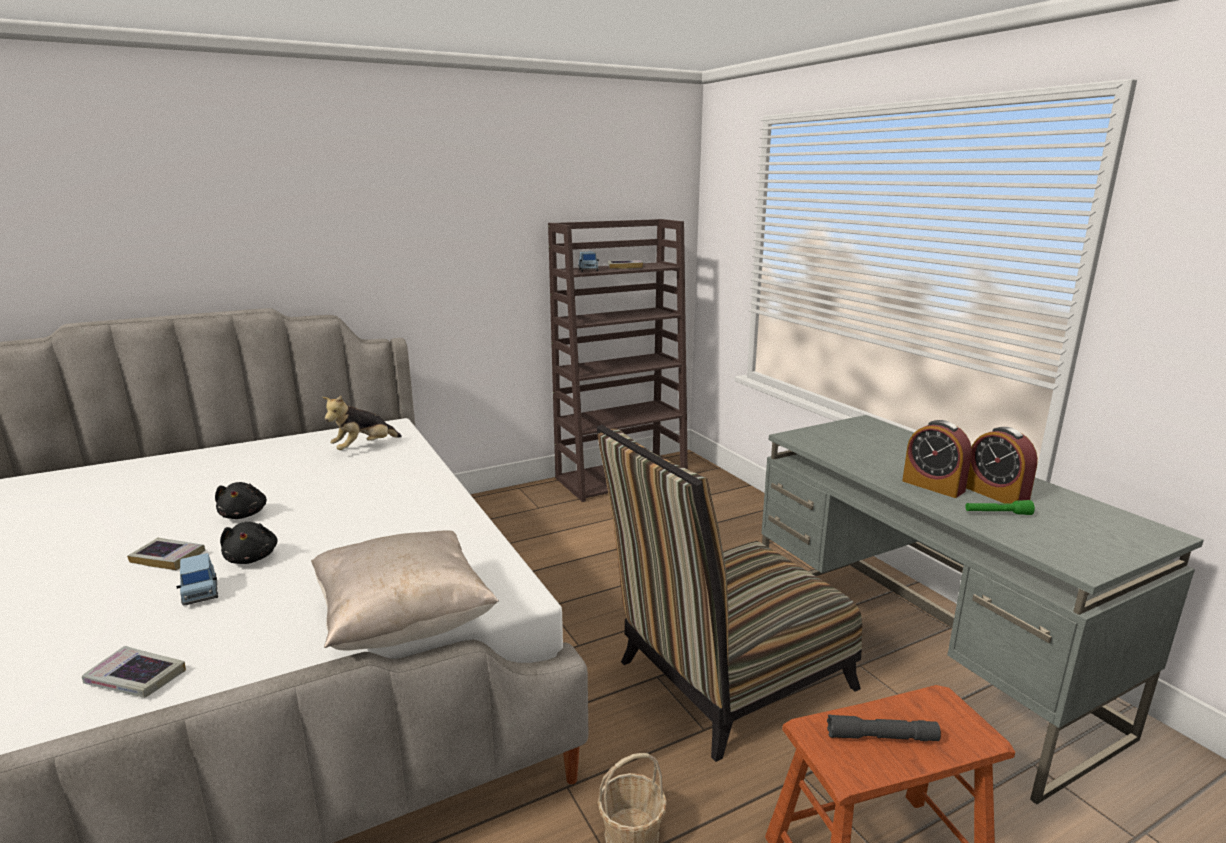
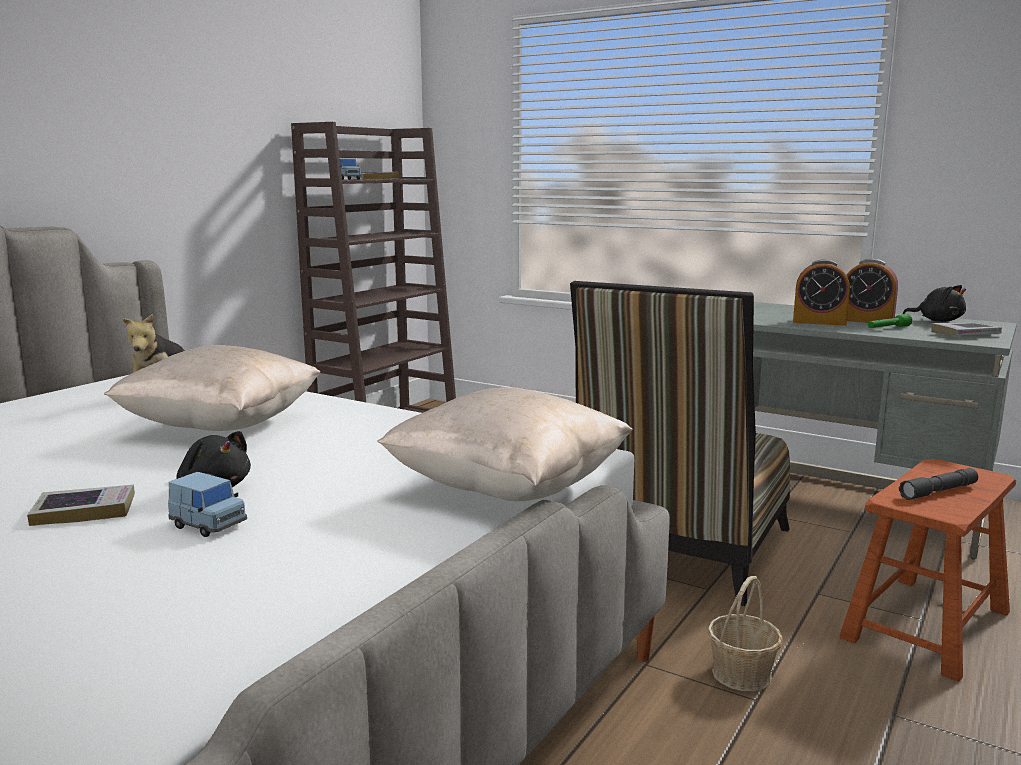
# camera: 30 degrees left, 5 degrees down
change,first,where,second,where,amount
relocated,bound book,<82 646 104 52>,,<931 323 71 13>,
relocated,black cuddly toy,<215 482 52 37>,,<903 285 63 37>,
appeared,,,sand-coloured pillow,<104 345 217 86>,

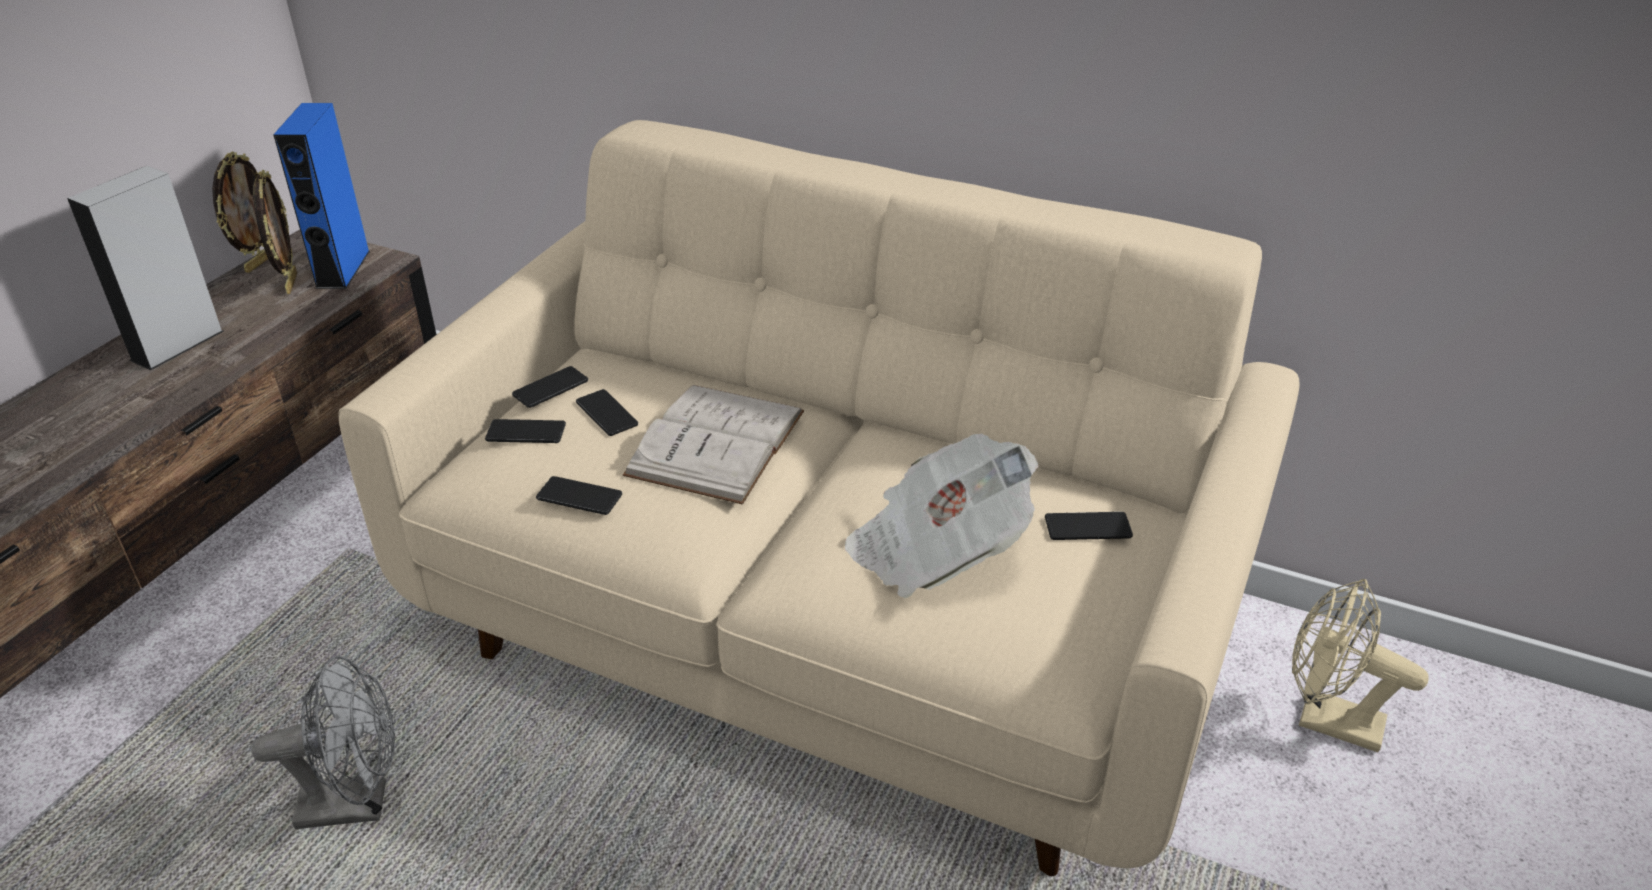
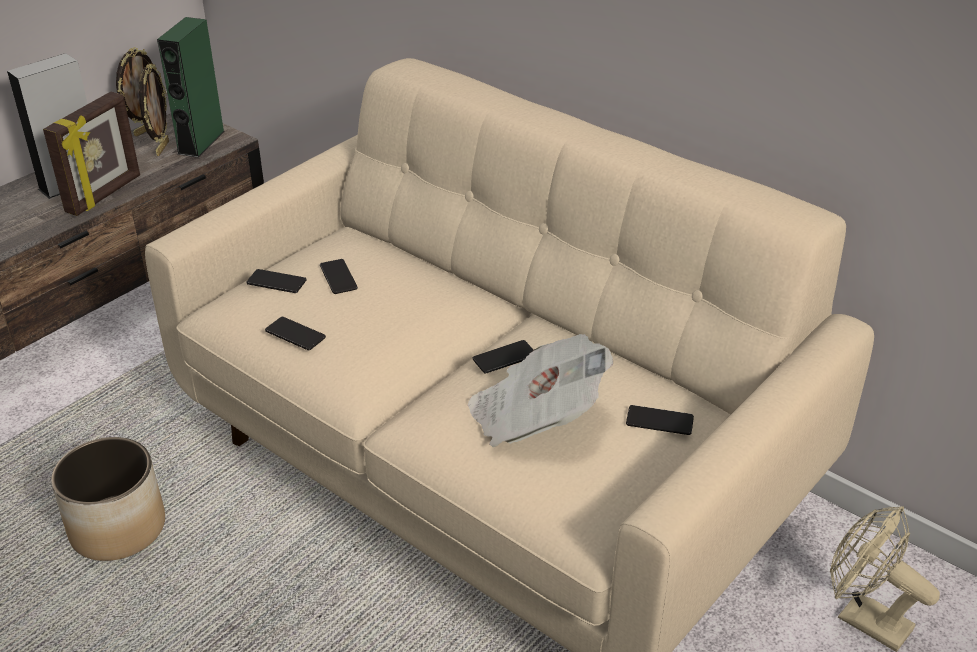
# camera: 15 degrees right, 0 degrees up
change,first,where,second,where,amount
exchanged,gray fan,<251 656 144 173>,flower pot,<51 437 114 124>,
colour,blue speaker,<273 103 97 186>,green speaker,<157 17 67 140>,
relocated,handset,<512 366 76 42>,,<472 340 61 34>,
missing,whitish bound book,<623 385 181 120>,,,
appeared,,,picture frame,<43 92 97 124>,

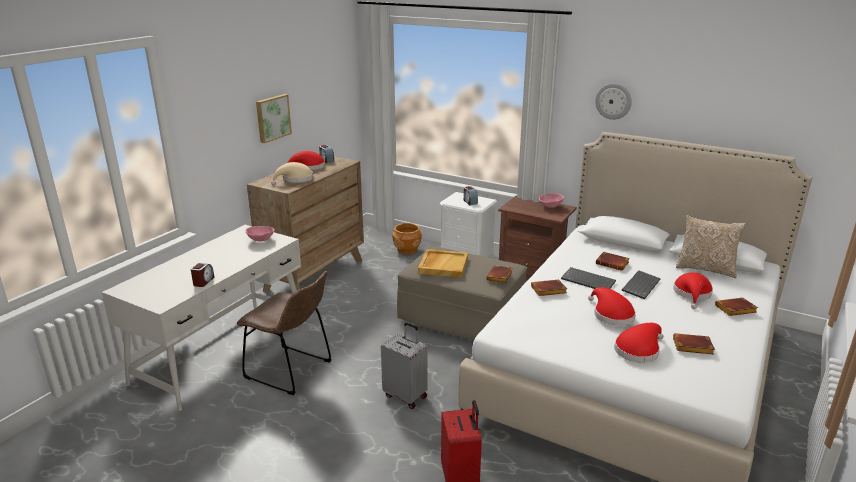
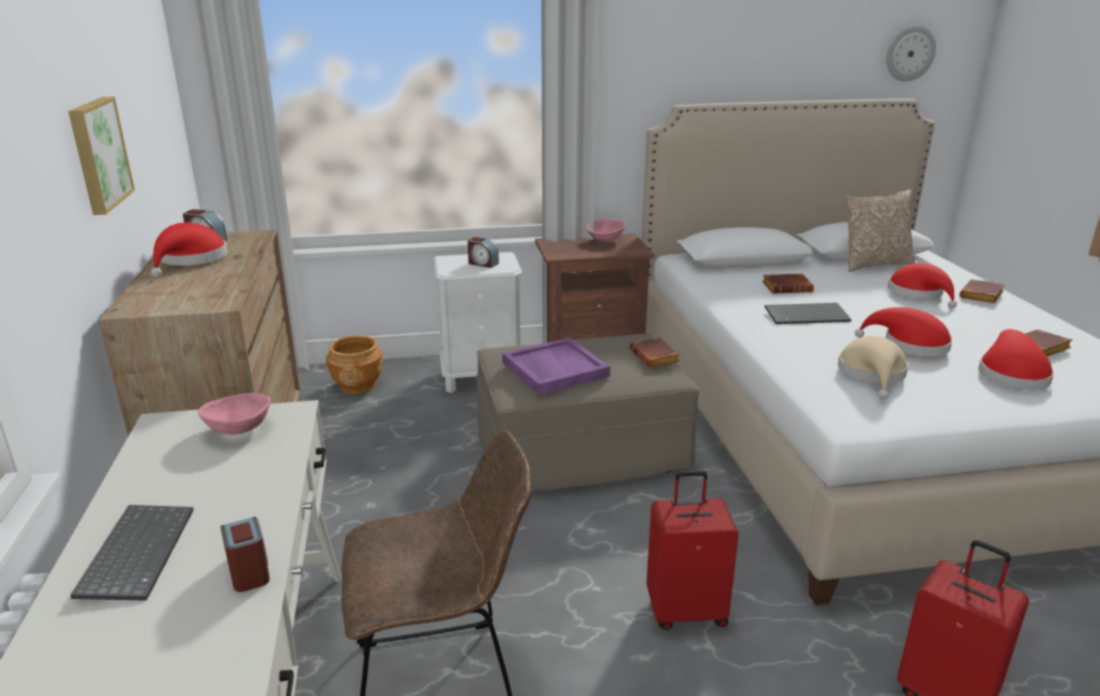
# camera: 40 degrees left, 0 degrees up
change,first,where,second,where,amount
relocated,sand-coloured clothing hat,<271 162 42 23>,,<838 336 70 64>,
colour,gray piece of luggage,<381 322 47 87>,red piece of luggage,<646 470 93 160>,
colour,sand-coloured serving tray,<418 249 50 29>,purple serving tray,<502 338 108 57>,
missing,brown bound book,<531 280 36 16>,,,
relocated,wall clock,<595 83 37 37>,,<886 26 50 56>,
relocated,PC keyboard,<622 270 39 29>,,<70 505 123 96>,

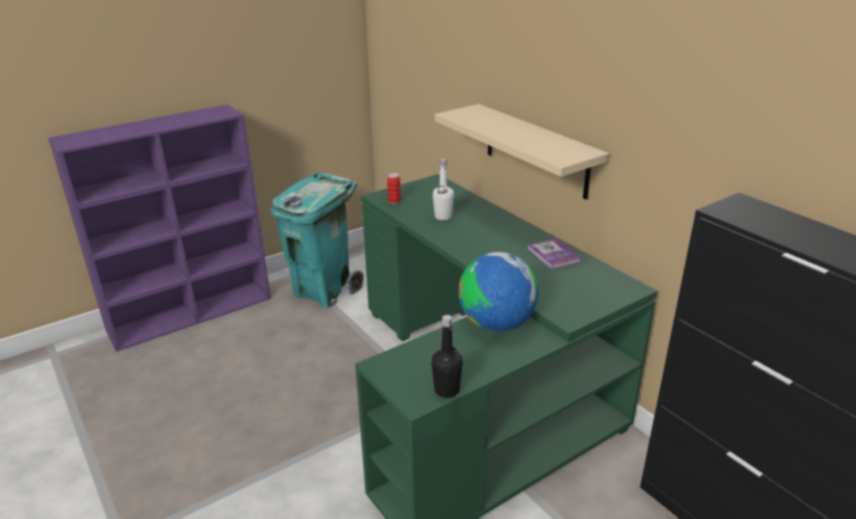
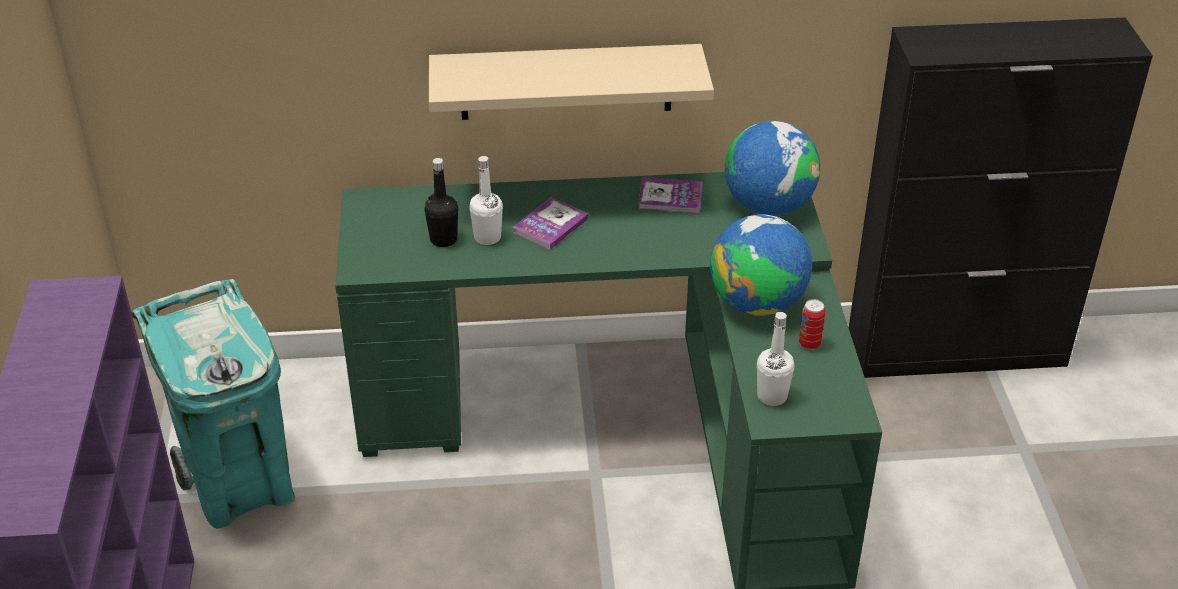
# camera: 60 degrees left, 10 degrees up
change,first,where,second,where,amount
relocated,can,<387 173 14 31>,,<799 299 26 51>,
relocated,black bottle,<431 315 32 83>,,<425 158 33 89>,
appeared,,,bound book,<513 197 75 53>,
appeared,,,desk globe,<725 121 95 95>,
appeared,,,whitish bottle,<757 312 37 94>,

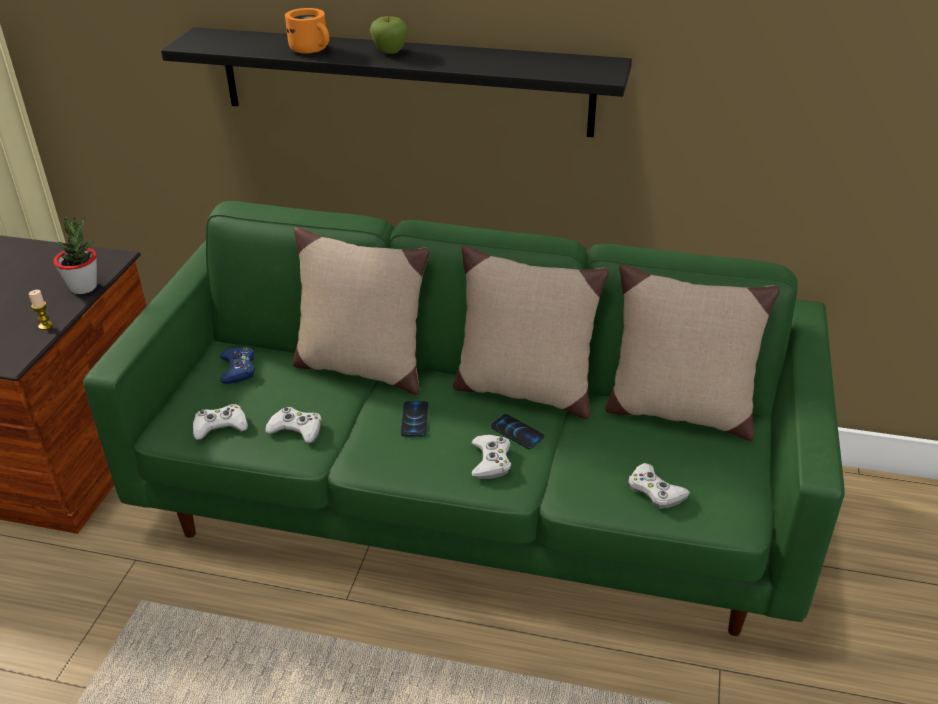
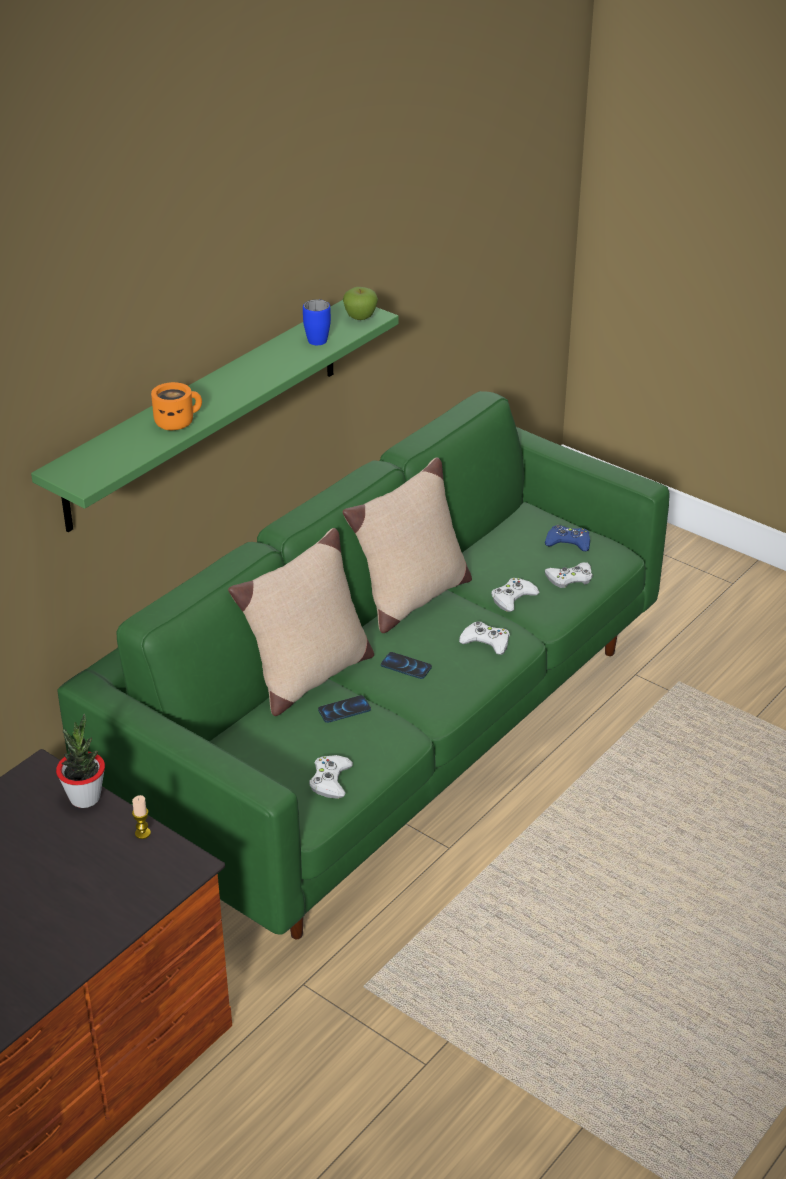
# camera: 65 degrees left, 0 degrees up
change,first,where,second,where,amount
colour,black shelf,<161 27 471 110>,green shelf,<31 300 368 232>,
relocated,blue gamepad,<220 347 35 37>,,<545 525 45 26>,
relocated,whitish gamepad,<265 407 57 36>,,<491 578 49 34>,
relocated,whole apple,<370 16 38 38>,,<343 287 35 33>,
relocated,handset,<491 414 54 35>,,<318 695 53 28>,
missing,sand-coloured pillow,<606 264 173 177>,,,
appeared,,,blue coffee mug,<303 299 28 46>,

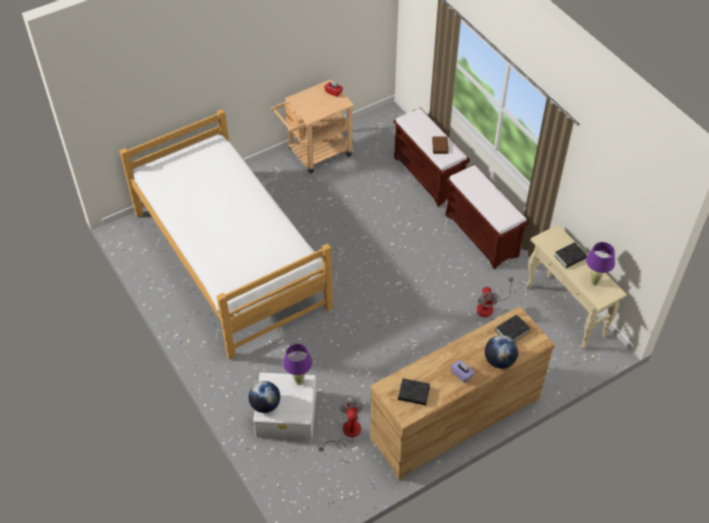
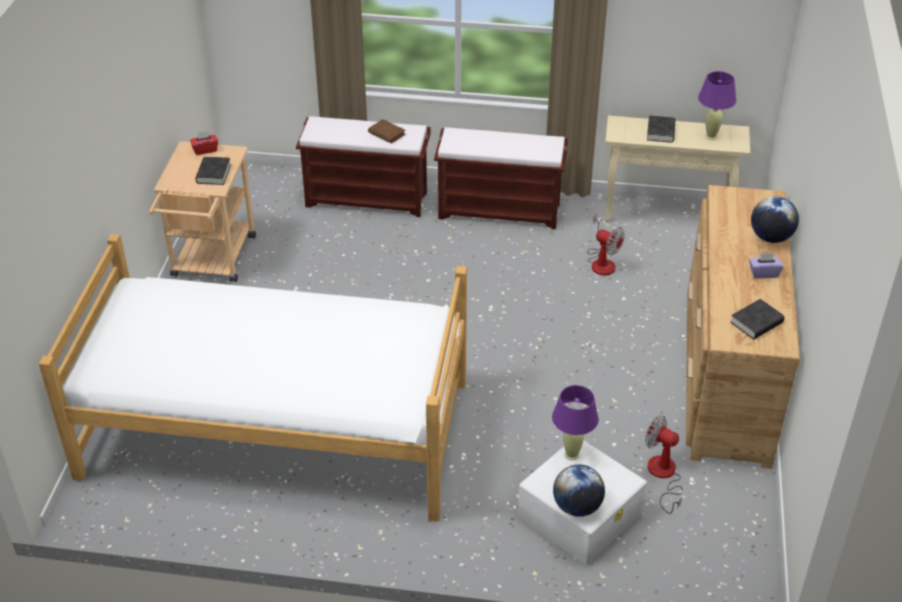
# camera: 50 degrees left, 10 degrees down
change,first,where,second,where,amount
relocated,black bound book,<495 315 35 26>,,<195 157 36 28>,

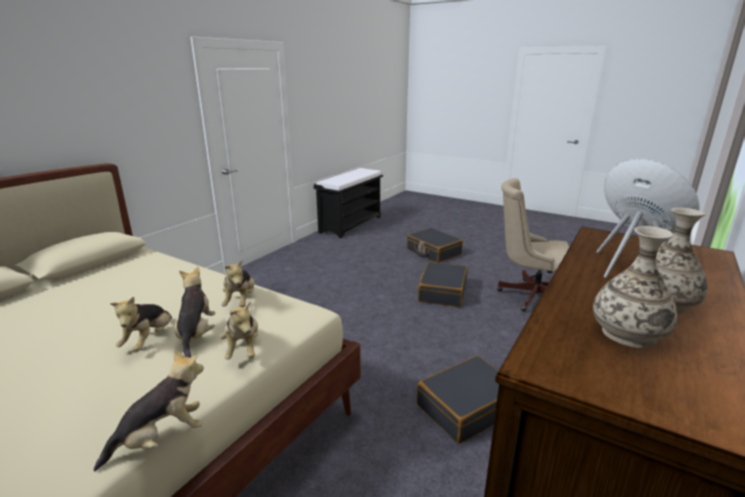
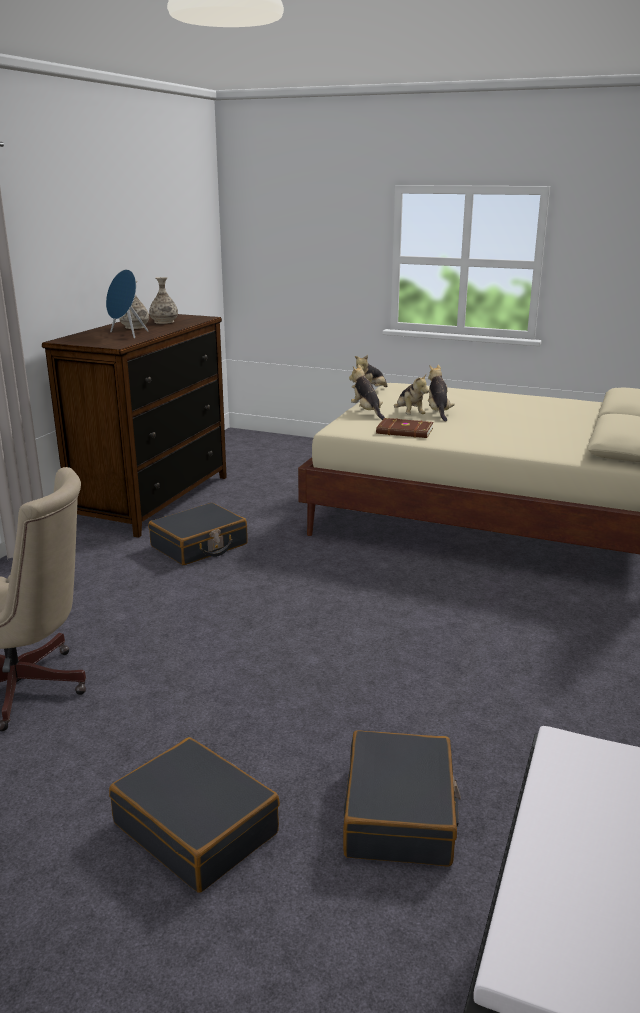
# camera: 170 degrees right, 0 degrees up
change,first,where,second,where,amount
exchanged,cuddly toy,<221 260 34 47>,brown bound book,<376 418 58 20>,
relocated,black piece of luggage,<418 262 49 45>,,<343 730 118 137>,

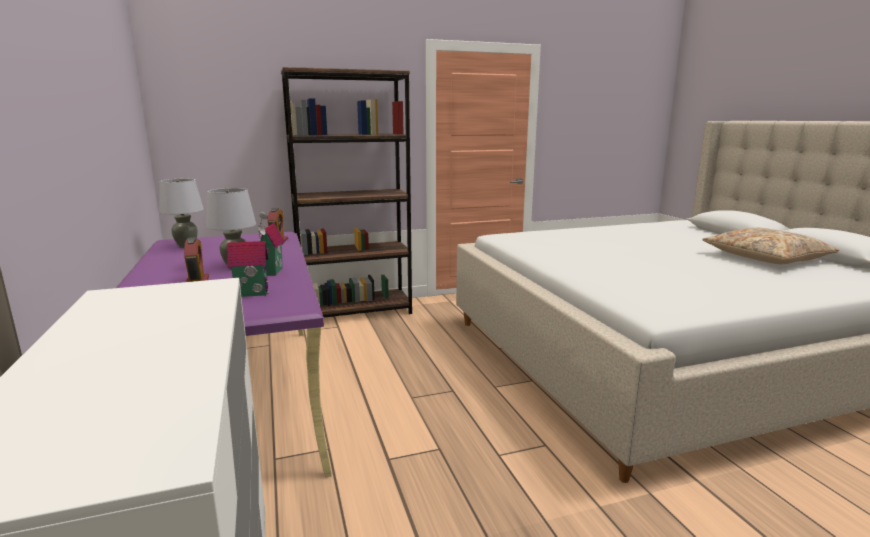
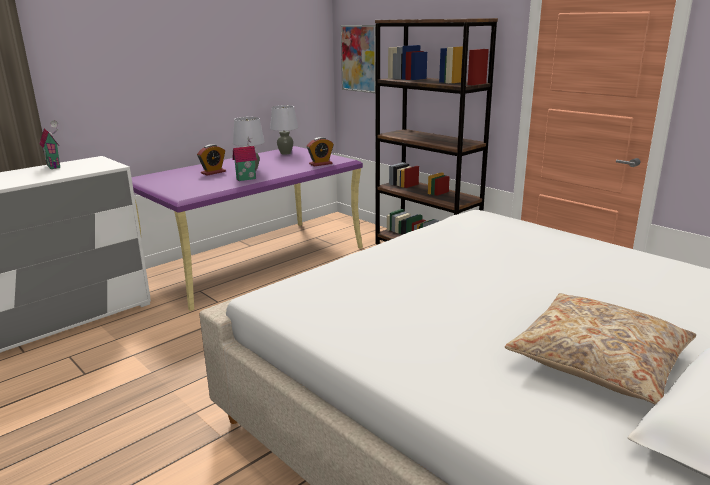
# camera: 65 degrees right, 5 degrees up
change,first,where,second,where,amount
relocated,miniature house,<227 225 42 72>,,<39 120 21 49>,
appeared,,,picture,<341 25 35 68>,

